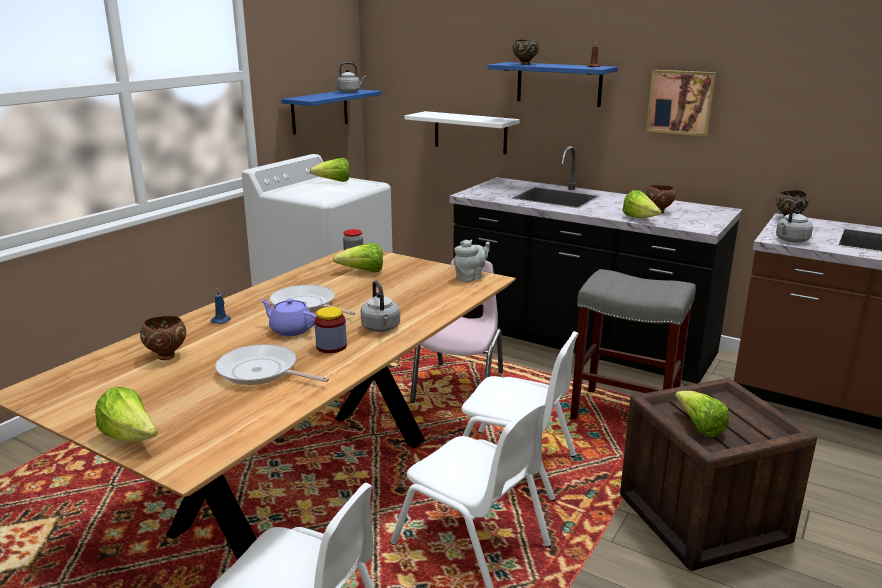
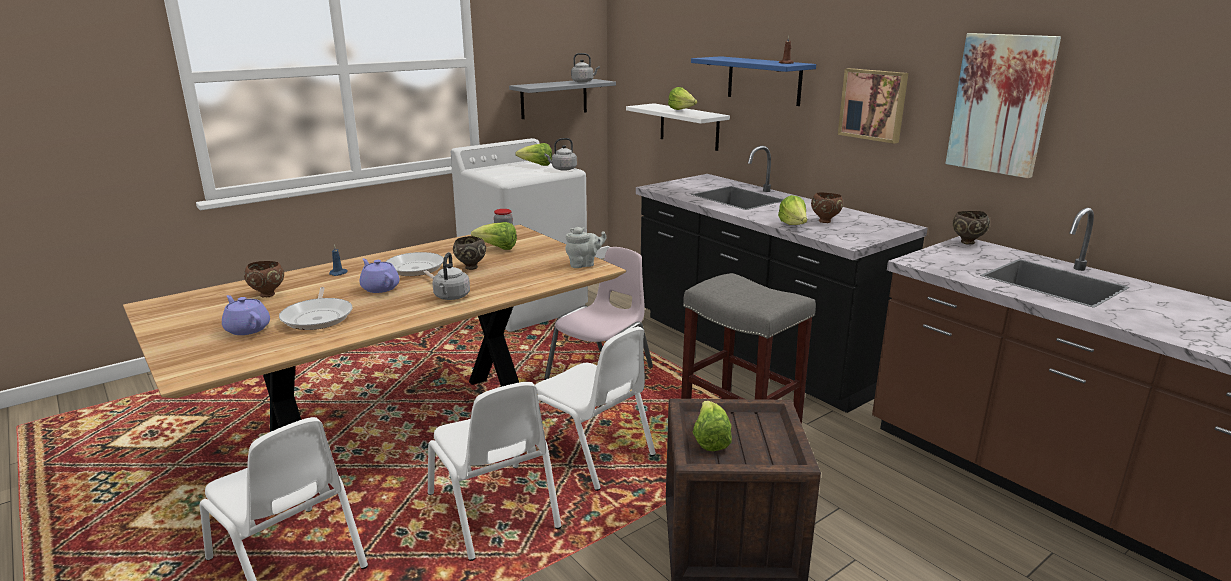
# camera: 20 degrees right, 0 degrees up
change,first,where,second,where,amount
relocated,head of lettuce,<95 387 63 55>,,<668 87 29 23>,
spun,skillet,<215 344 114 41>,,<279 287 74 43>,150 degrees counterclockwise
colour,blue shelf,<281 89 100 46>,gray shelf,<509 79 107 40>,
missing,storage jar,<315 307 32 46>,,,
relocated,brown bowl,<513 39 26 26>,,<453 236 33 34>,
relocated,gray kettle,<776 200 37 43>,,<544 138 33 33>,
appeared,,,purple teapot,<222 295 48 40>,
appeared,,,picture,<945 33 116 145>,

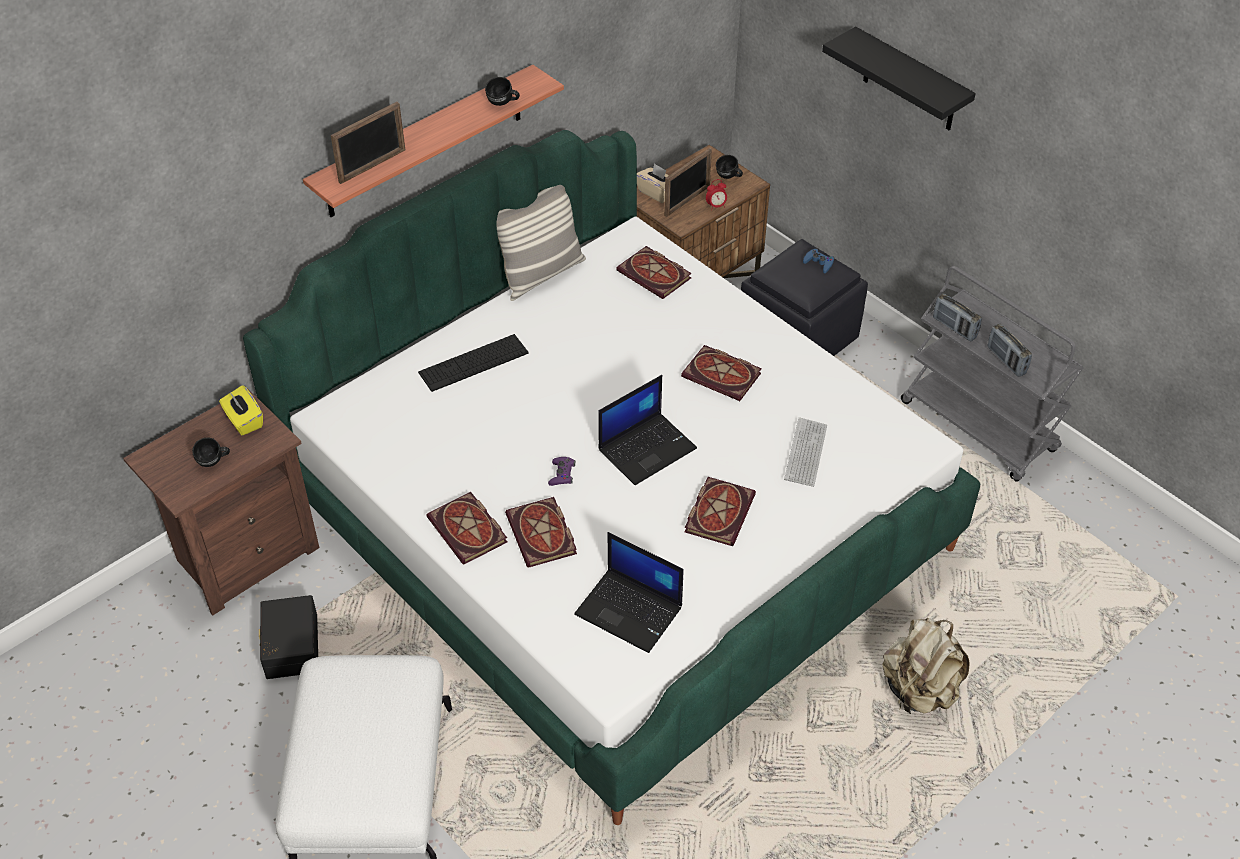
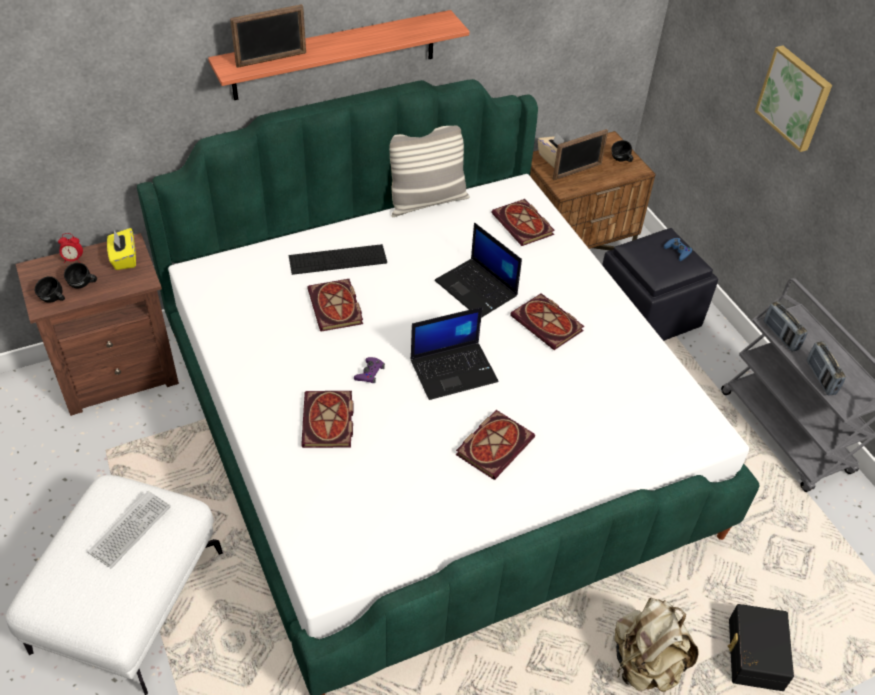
# camera: 15 degrees right, 0 degrees up
change,first,where,second,where,amount
relocated,black storage container,<259 595 59 84>,,<728 604 66 87>,
relocated,bound book,<427 492 80 72>,,<307 279 56 53>,
relocated,black coffee mug,<485 77 35 29>,,<35 276 30 26>,
relocated,portable computer,<574 532 110 121>,,<435 223 87 95>,
relocated,alarm clock,<706 179 21 32>,,<58 233 25 30>,
relocated,PC keyboard,<784 417 43 70>,,<88 491 83 77>,
exchanged,black shelf,<822 27 154 103>,picture,<755 46 77 106>,

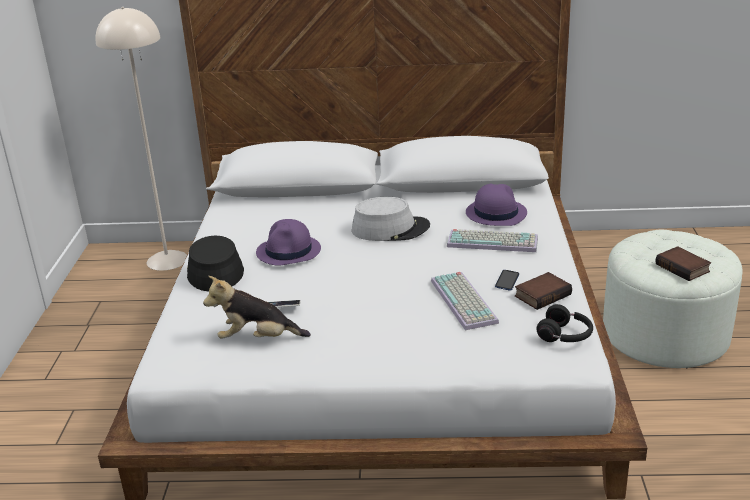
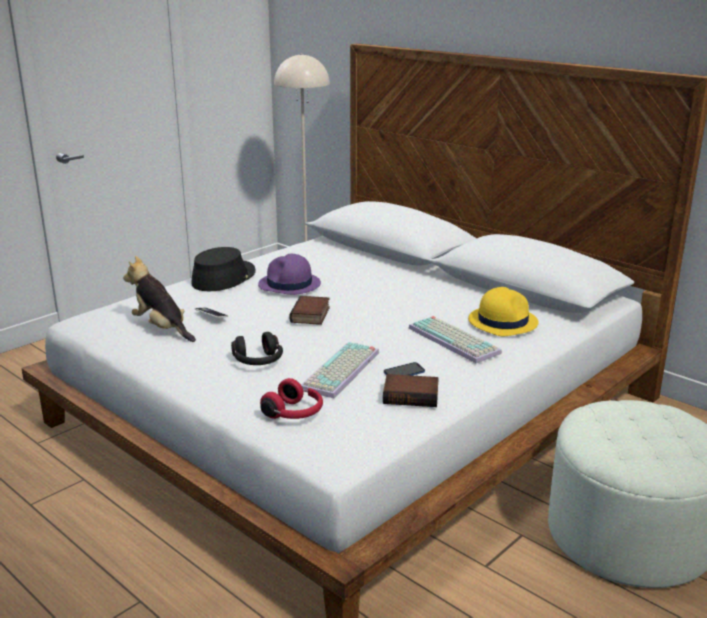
# camera: 40 degrees right, 5 degrees down
change,first,where,second,where,amount
missing,gray clothing hat,<352 197 78 44>,,,
colour,purple clothing hat,<466 184 61 42>,yellowish clothing hat,<468 287 71 49>,
relocated,black headphones,<536 304 57 38>,,<231 332 52 33>,
relocated,bound book,<655 246 56 35>,,<289 296 41 29>,
appeared,,,red headphones,<260 378 63 41>,

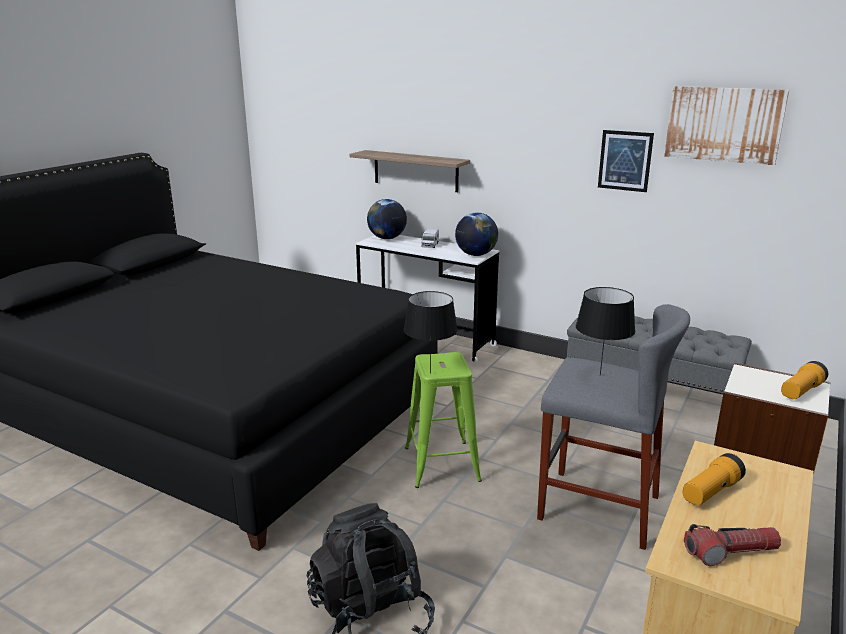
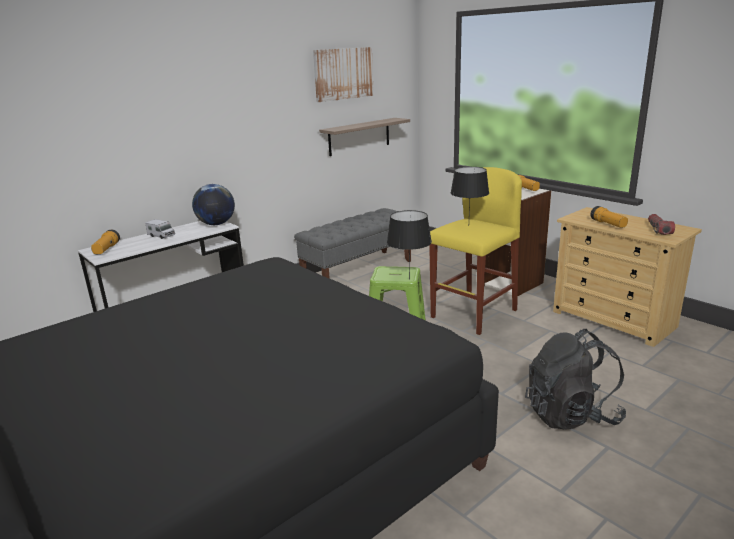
# camera: 70 degrees left, 0 degrees up
change,first,where,second,where,amount
relocated,shelf,<349 150 121 42>,,<319 118 91 38>,
exchanged,desk globe,<367 199 40 40>,flashlight,<91 230 29 24>,
colour,gray stool,<537 304 153 246>,yellowish stool,<429 167 93 168>,
missing,picture,<598 130 56 62>,,,

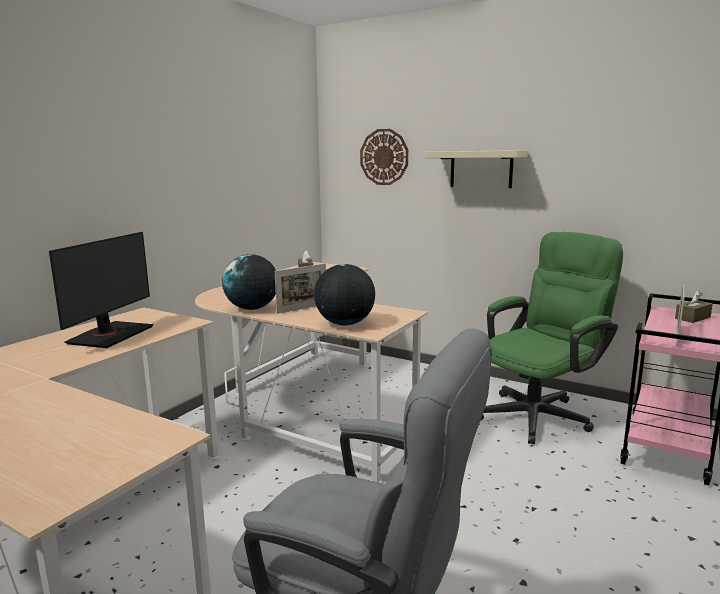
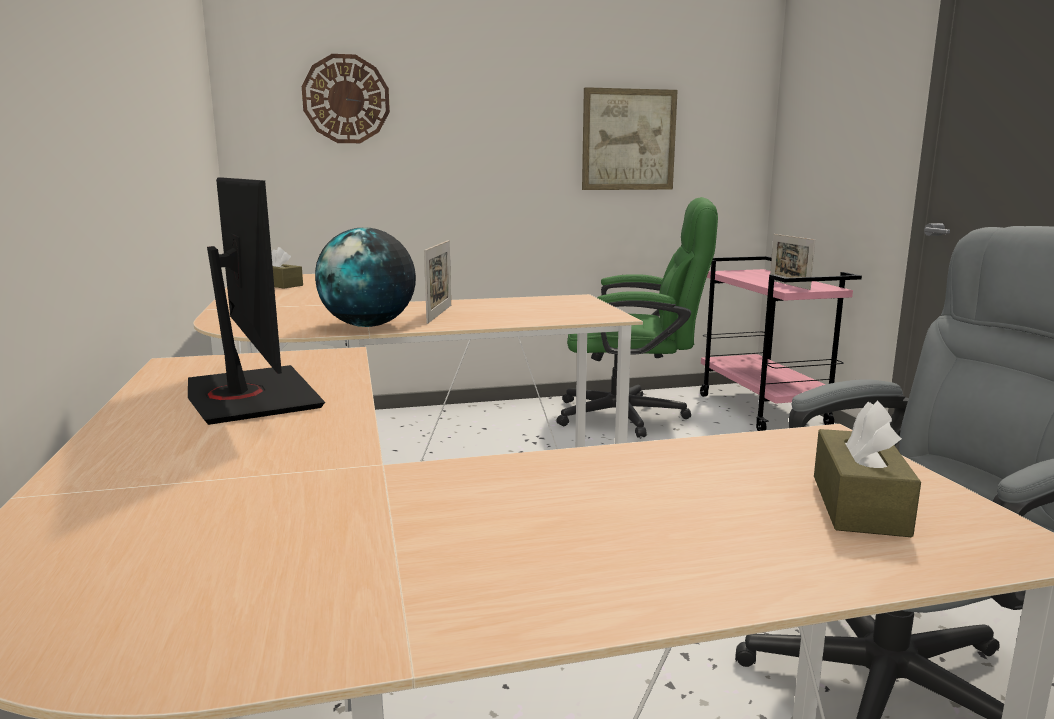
# camera: 45 degrees left, 0 degrees up
change,first,where,second,where,amount
missing,desk globe,<314 264 61 61>,,,
missing,sand-coloured shelf,<425 150 103 38>,,,
spun,green office chair,<481 232 142 212>,,<556 197 162 241>,90 degrees clockwise
relocated,brown tissue holder,<675 290 38 33>,,<814 401 107 136>,
appeared,,,picture,<582 87 96 103>,

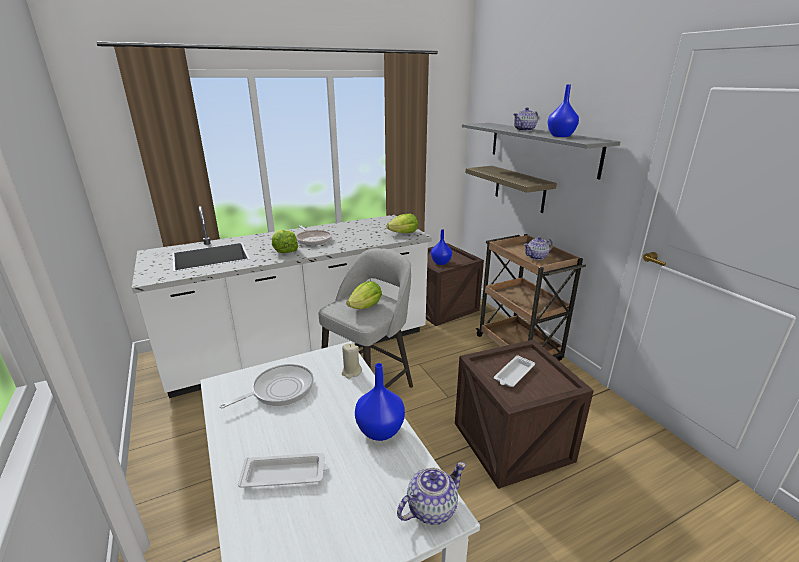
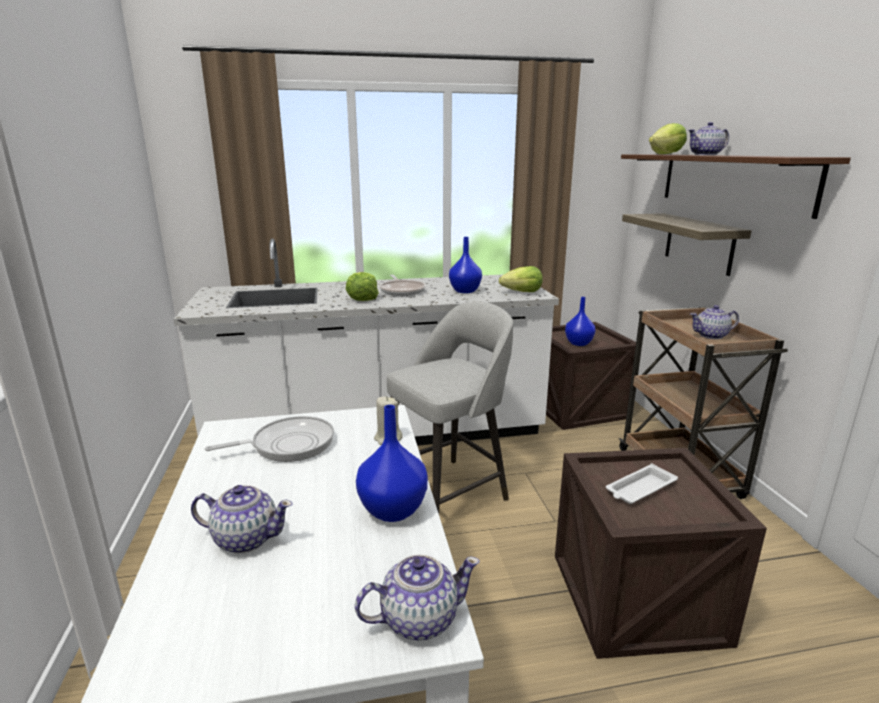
# camera: 15 degrees right, 5 degrees down
change,first,where,second,where,amount
exchanged,whitish serving tray,<238 453 90 34>,teapot,<191 485 102 68>,
relocated,head of lettuce,<347 281 35 28>,,<649 123 38 31>,
colour,gray shelf,<462 123 158 57>,brown shelf,<621 154 230 65>,
relocated,blue flower vase,<548 84 31 53>,,<449 237 33 56>,

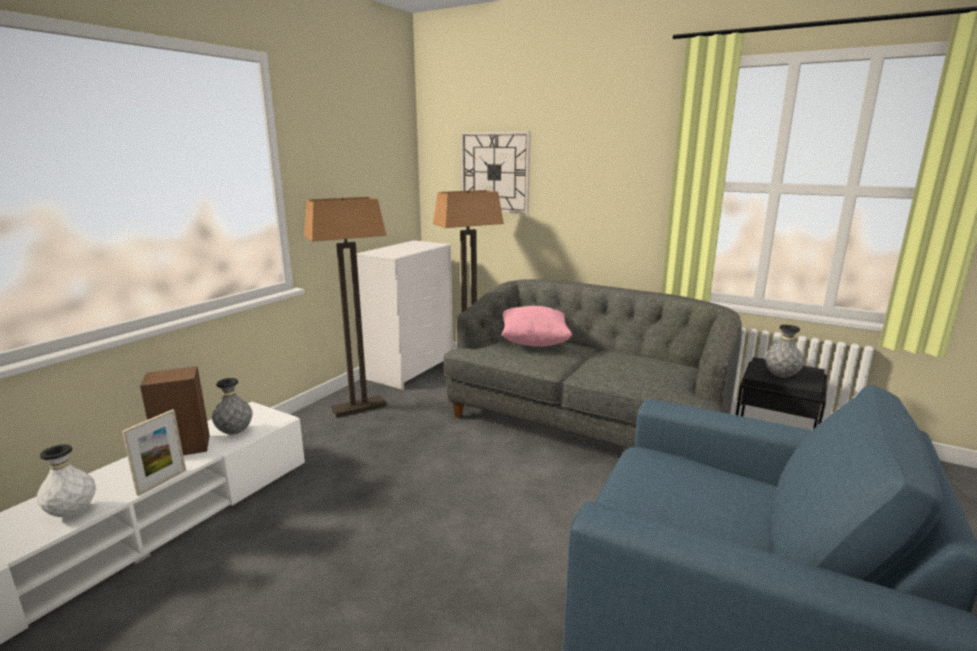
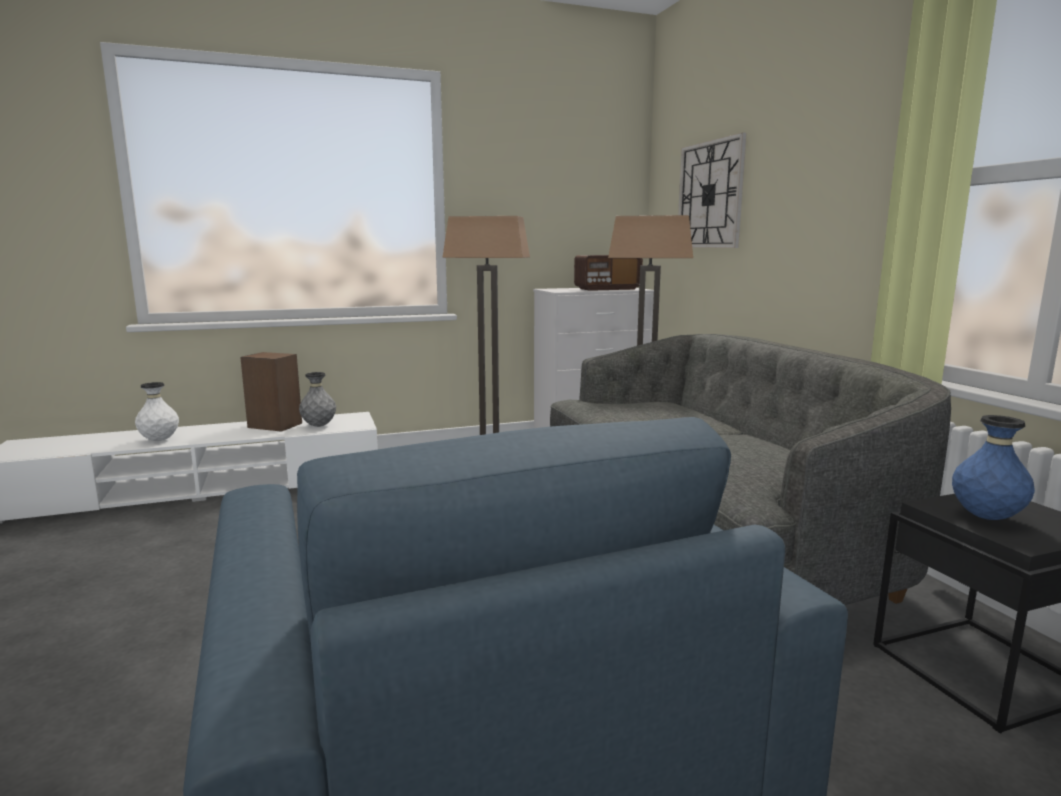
# camera: 40 degrees right, 5 degrees down
change,first,where,second,where,amount
missing,picture frame,<122 409 64 87>,,,
missing,pink-coloured pillow,<501 306 72 41>,,,
colour,gray flower vase,<765 325 39 53>,blue flower vase,<952 415 83 105>,
appeared,,,radio receiver,<574 255 69 36>,

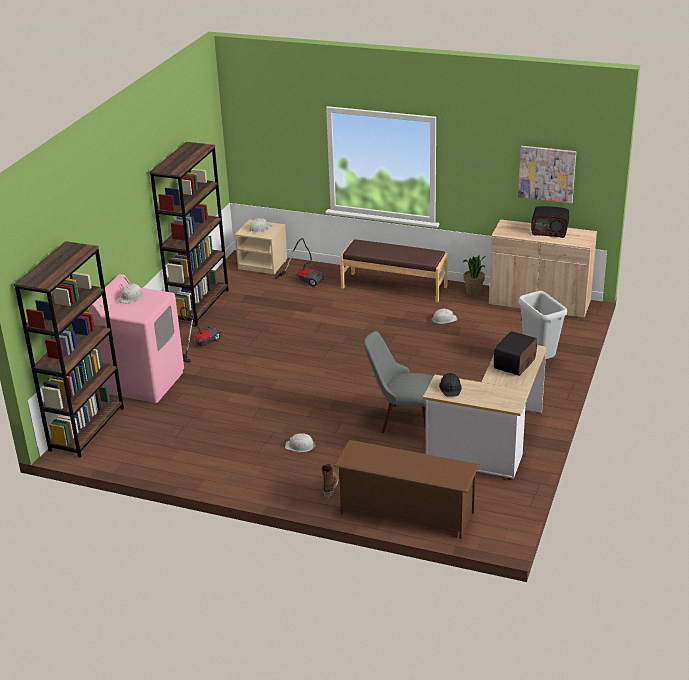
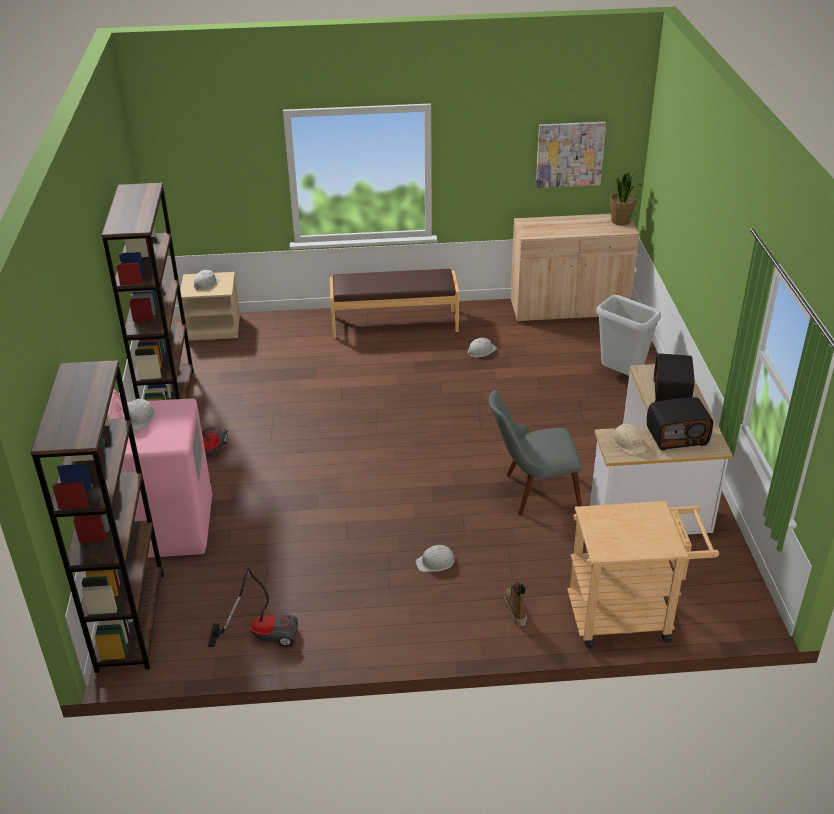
# camera: 25 degrees left, 5 degrees up
change,first,where,second,where,amount
relocated,hoover,<274 238 50 49>,,<208 568 90 79>,
exchanged,brown shoe shelf,<333 440 146 99>,sand-coloured cart,<567 501 152 147>,
colour,black safety helmet,<439 373 23 24>,sand-coloured safety helmet,<612 424 34 31>,
relocated,houseplant,<463 256 23 40>,,<609 172 33 54>,
relocated,radio receiver,<531 206 38 32>,,<647 397 66 53>,

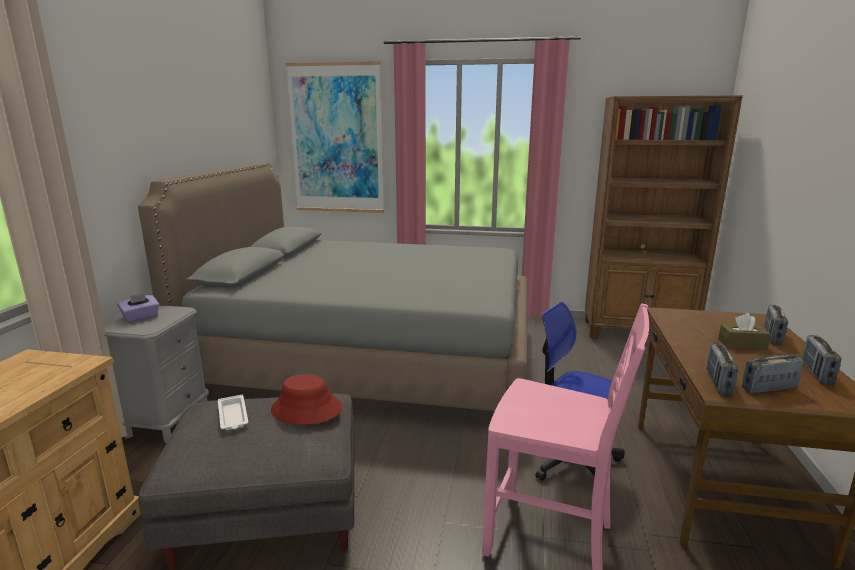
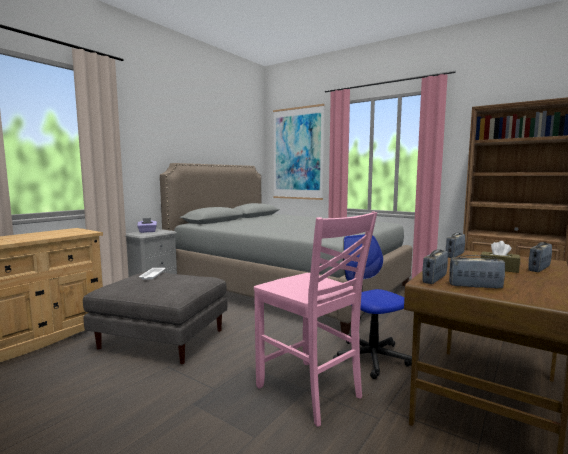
# camera: 25 degrees right, 10 degrees down
change,first,where,second,where,amount
missing,red clothing hat,<271 374 71 51>,,,
relocated,radio receiver,<802 335 39 50>,,<446 233 19 25>,

